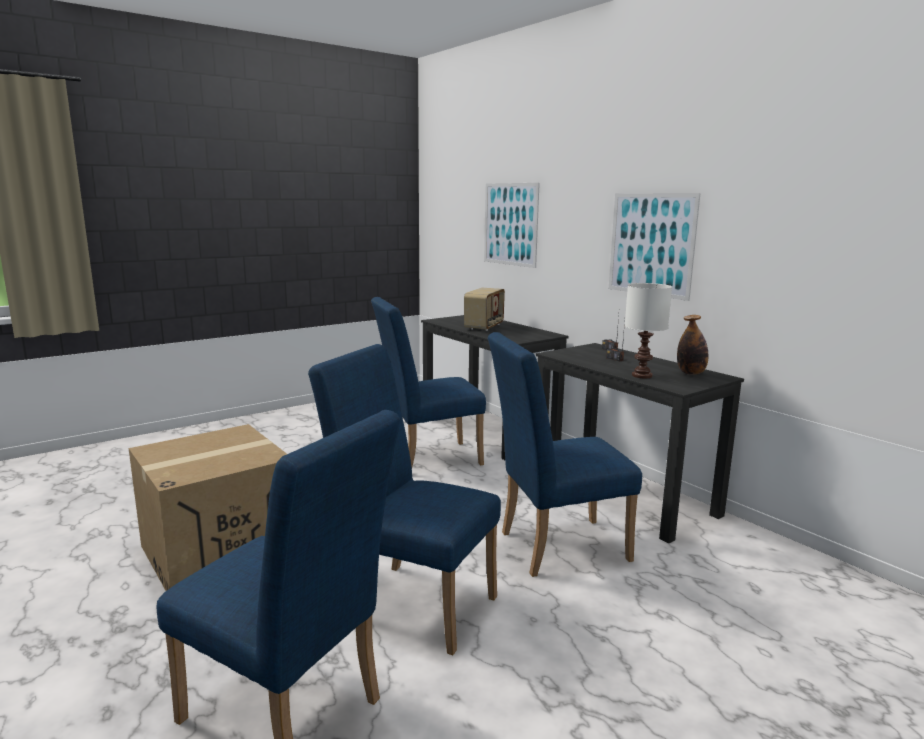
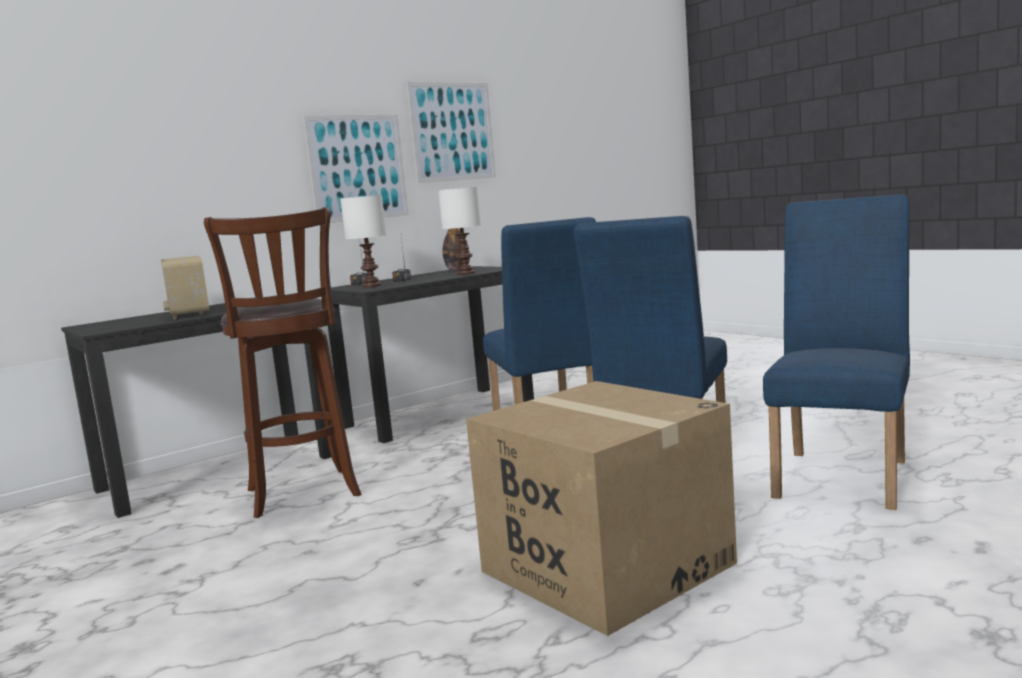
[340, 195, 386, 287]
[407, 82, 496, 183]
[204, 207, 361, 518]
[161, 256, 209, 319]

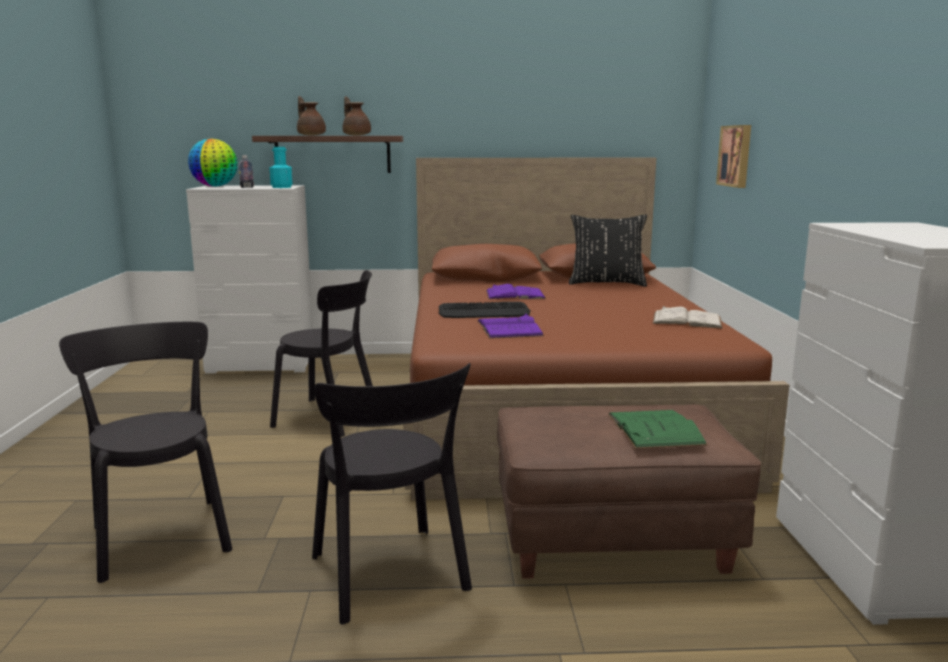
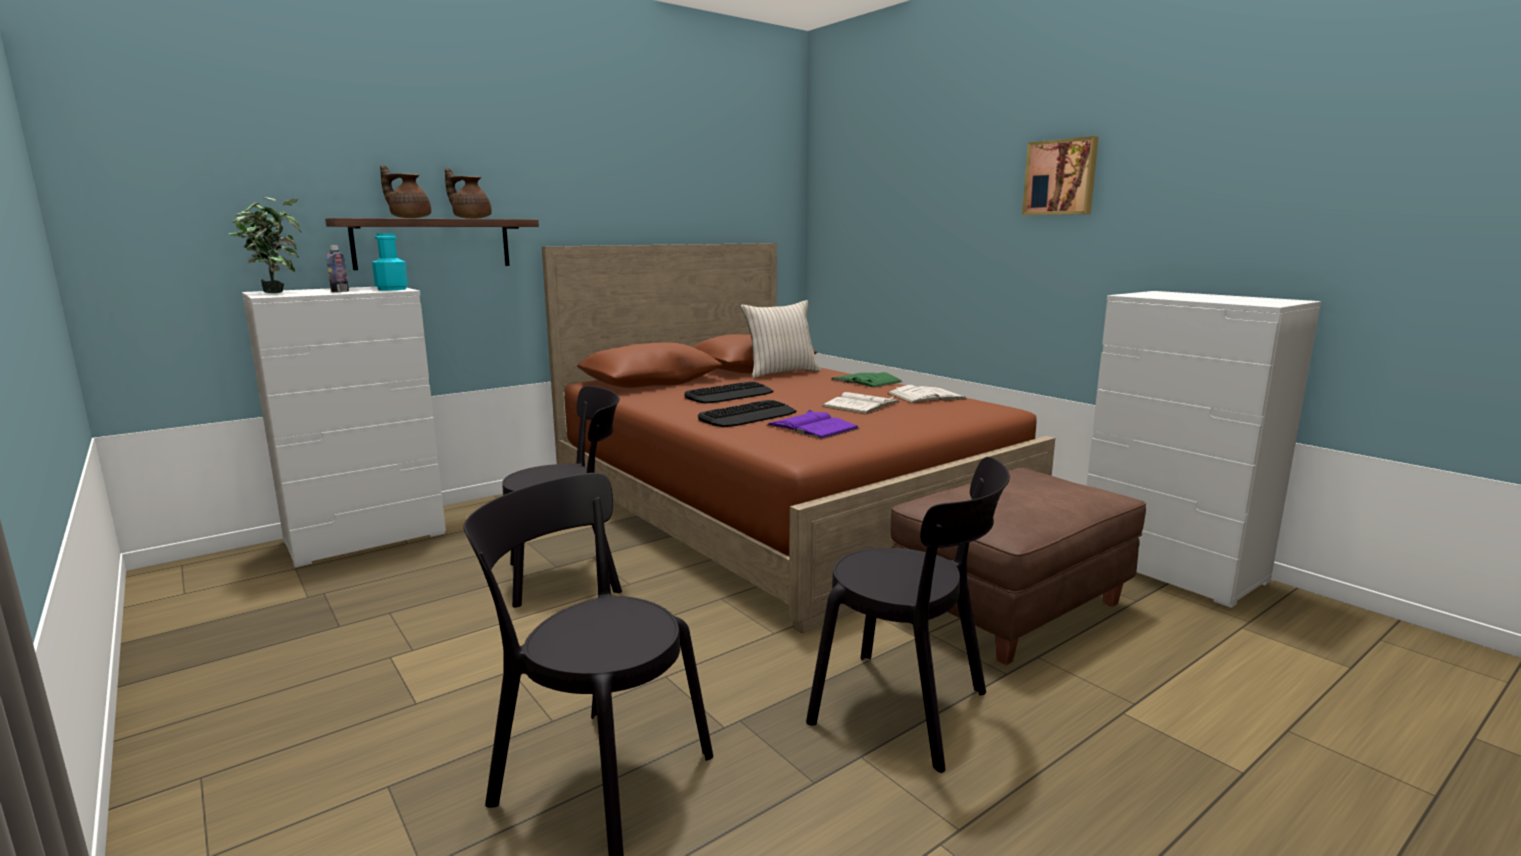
[822, 392, 900, 415]
[830, 372, 902, 388]
[1022, 136, 1099, 215]
[229, 197, 301, 293]
[684, 382, 774, 404]
[741, 300, 821, 378]

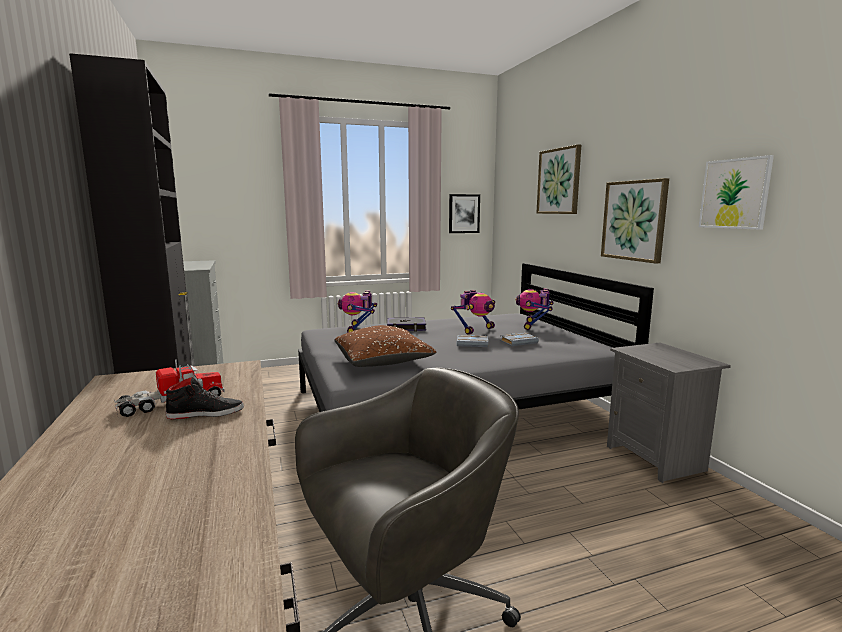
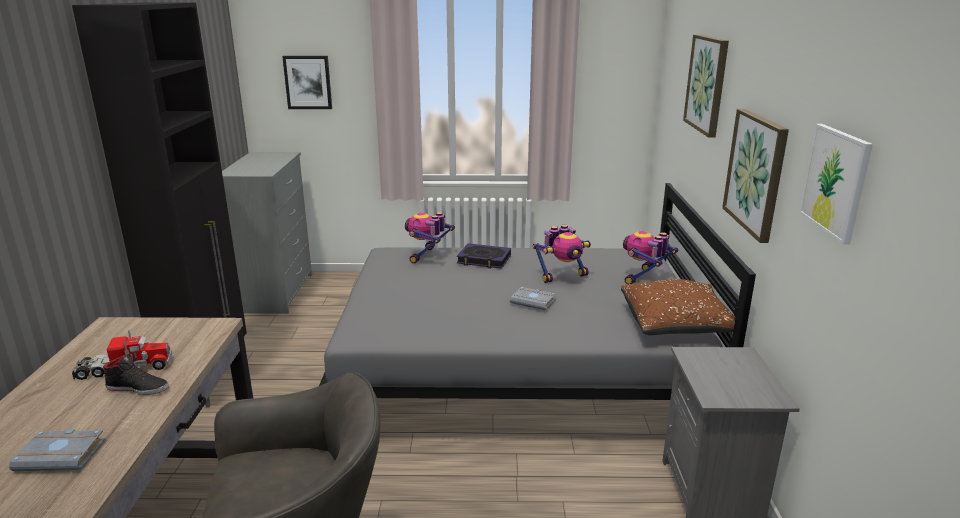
[621, 279, 736, 335]
[282, 56, 332, 109]
[9, 429, 105, 471]

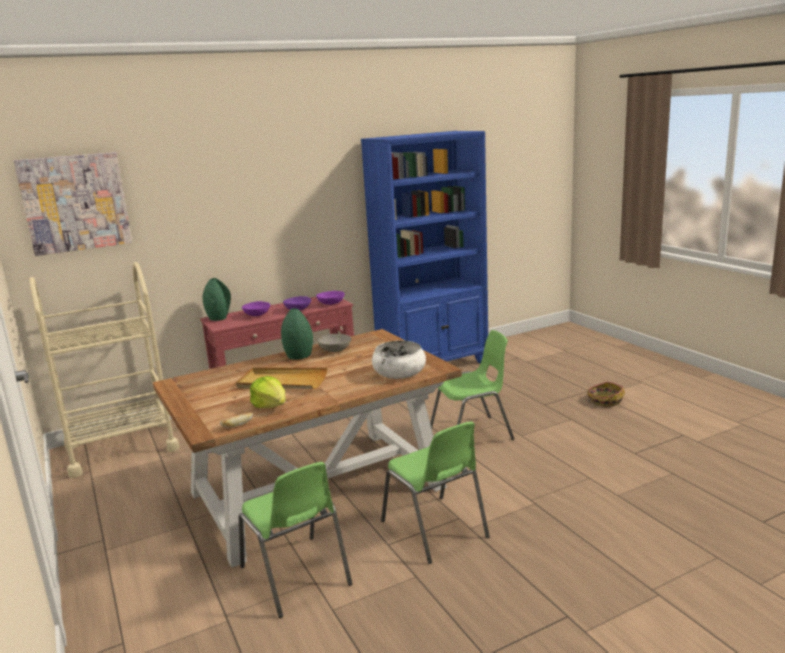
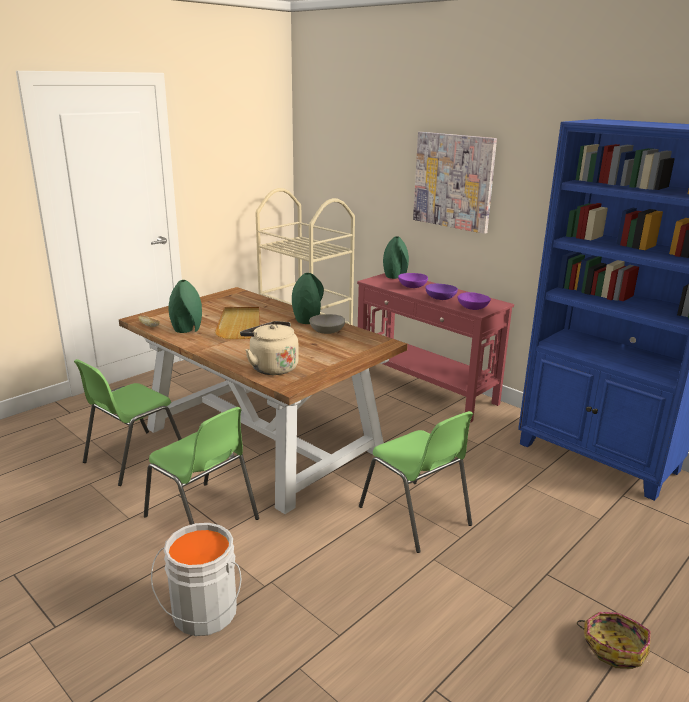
[151, 523, 241, 636]
[413, 132, 497, 234]
[168, 280, 202, 333]
[240, 321, 299, 375]
[144, 407, 259, 525]

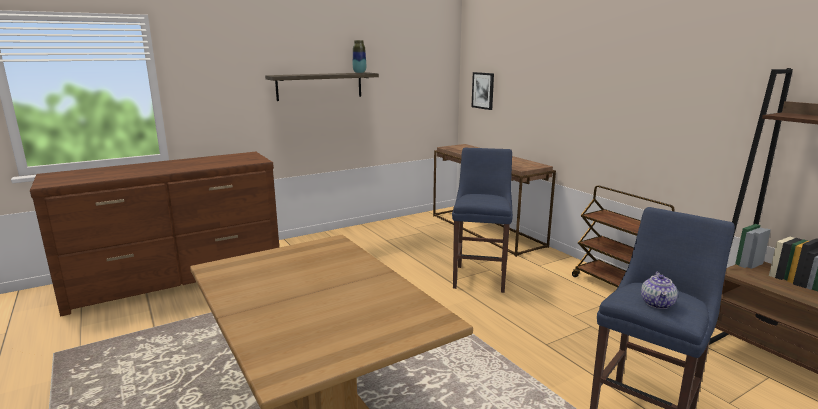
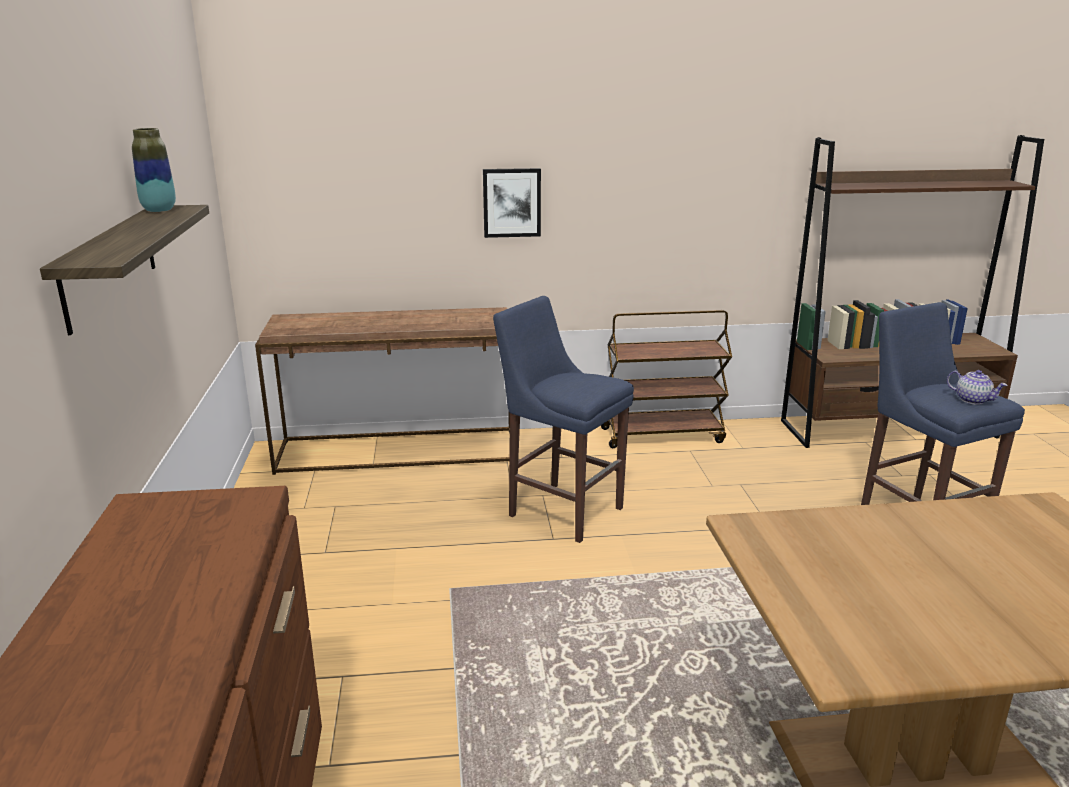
[483, 168, 541, 238]

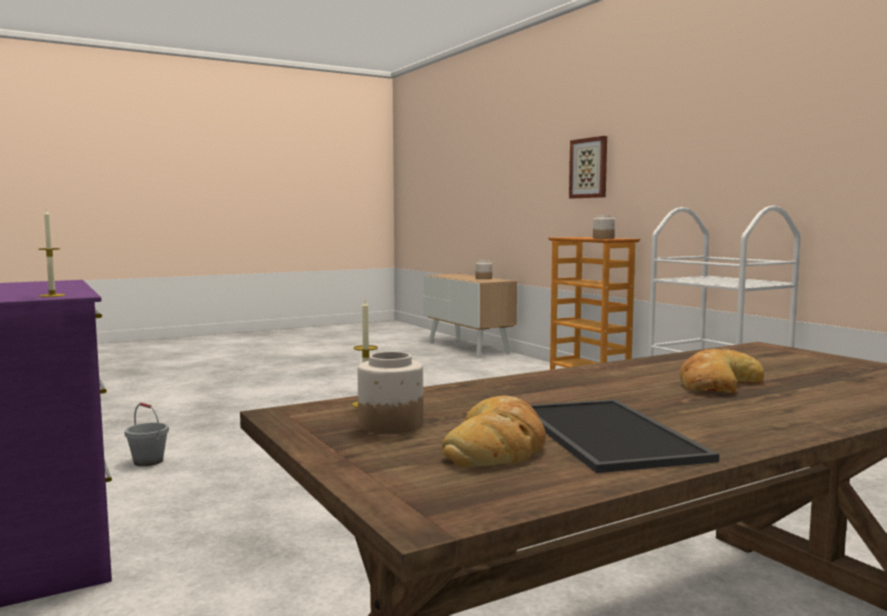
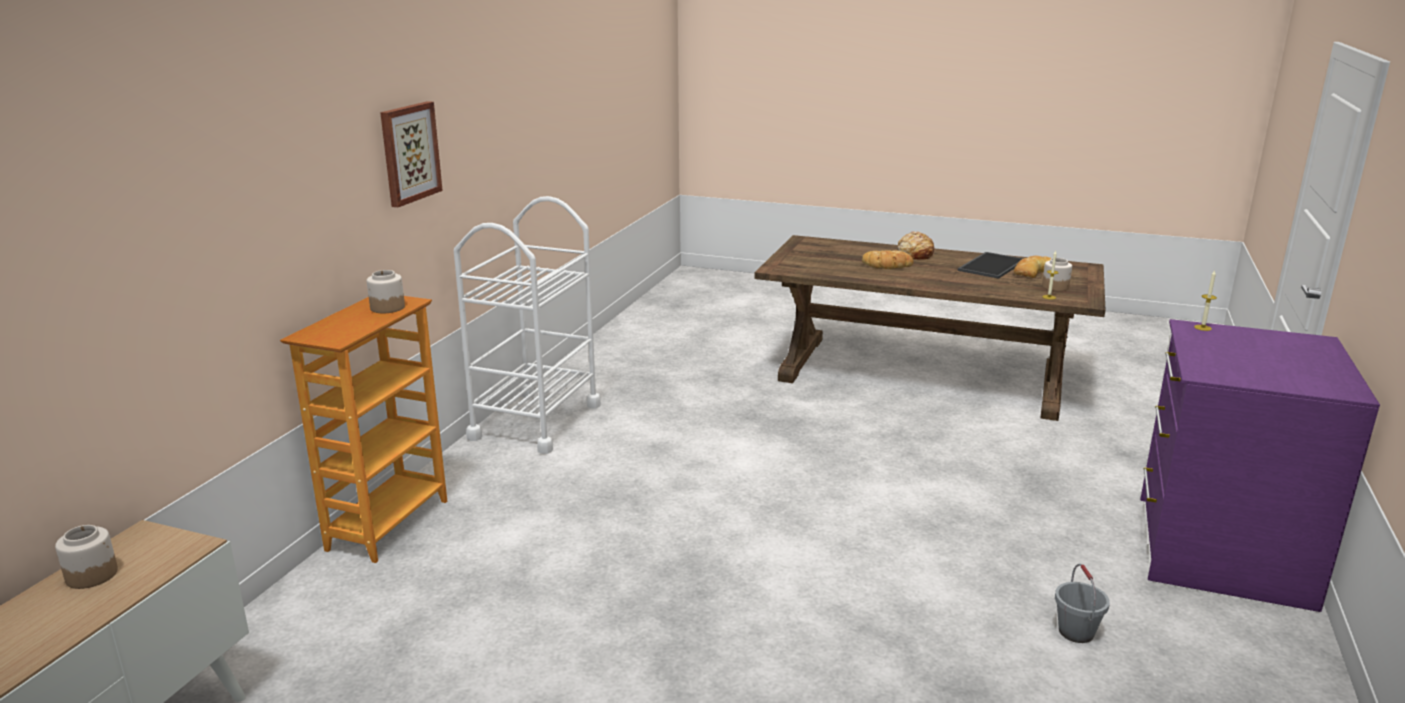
[898, 232, 934, 260]
[380, 101, 443, 207]

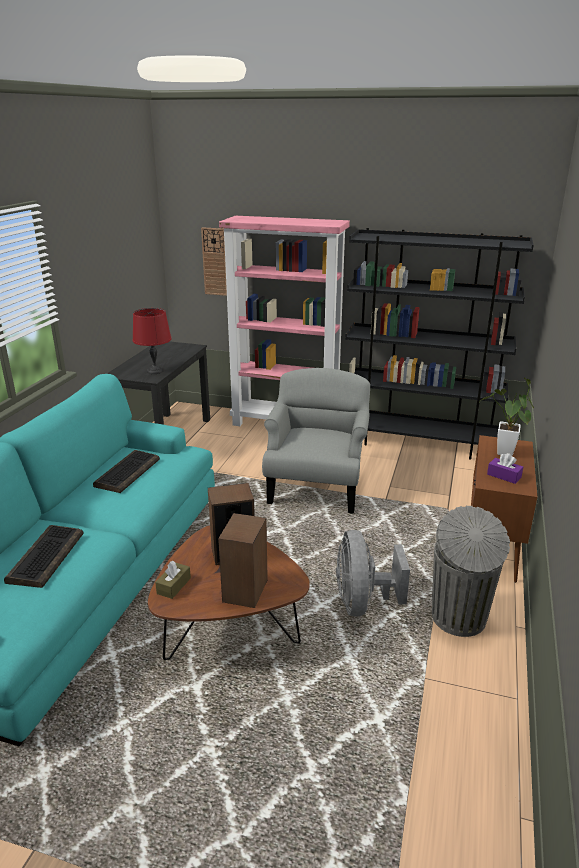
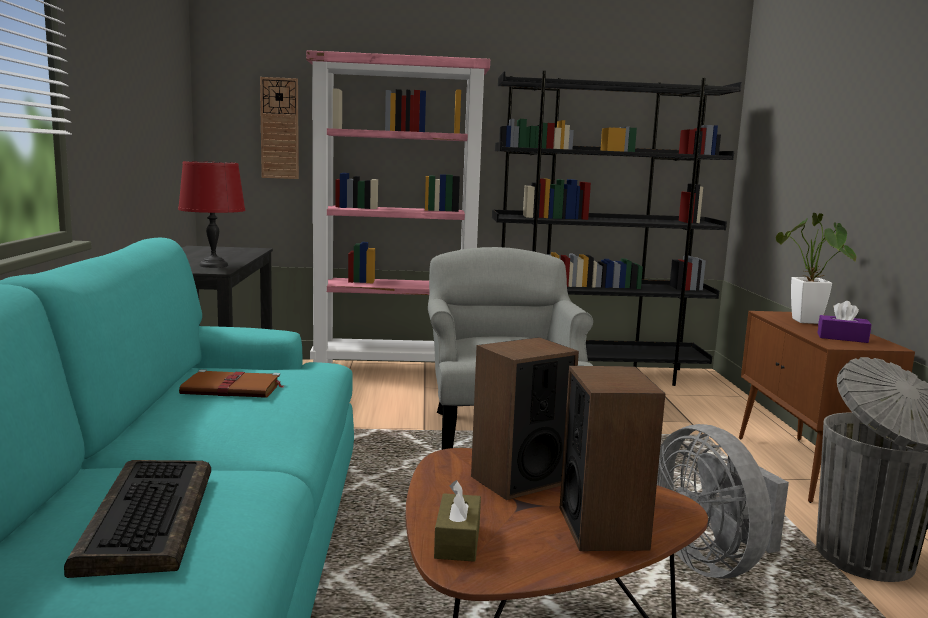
[179, 370, 285, 398]

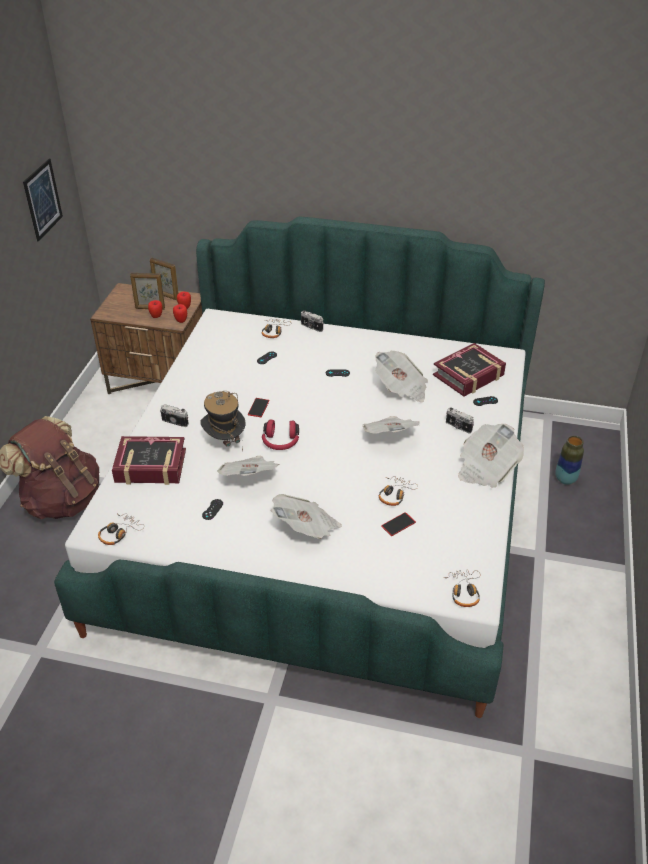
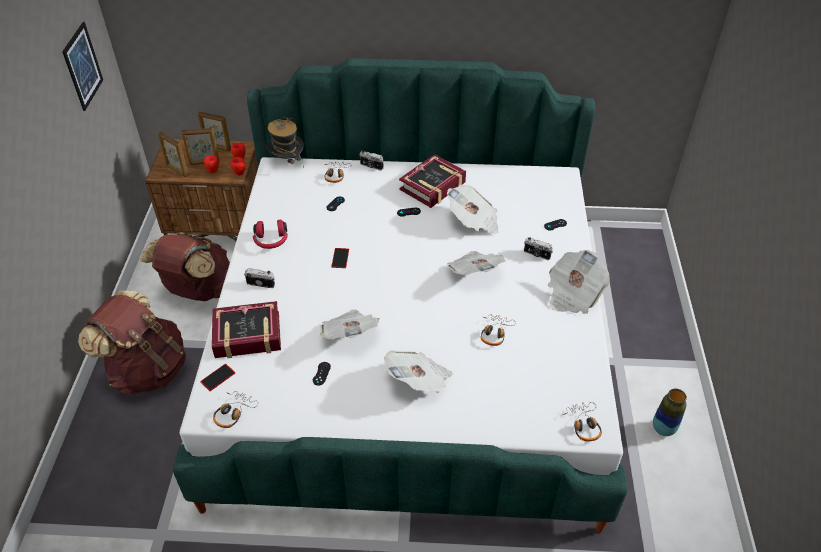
[140, 232, 230, 301]
[158, 132, 189, 178]
[265, 117, 304, 168]
[253, 220, 288, 249]
[200, 364, 235, 391]
[399, 154, 466, 208]
[653, 389, 687, 436]

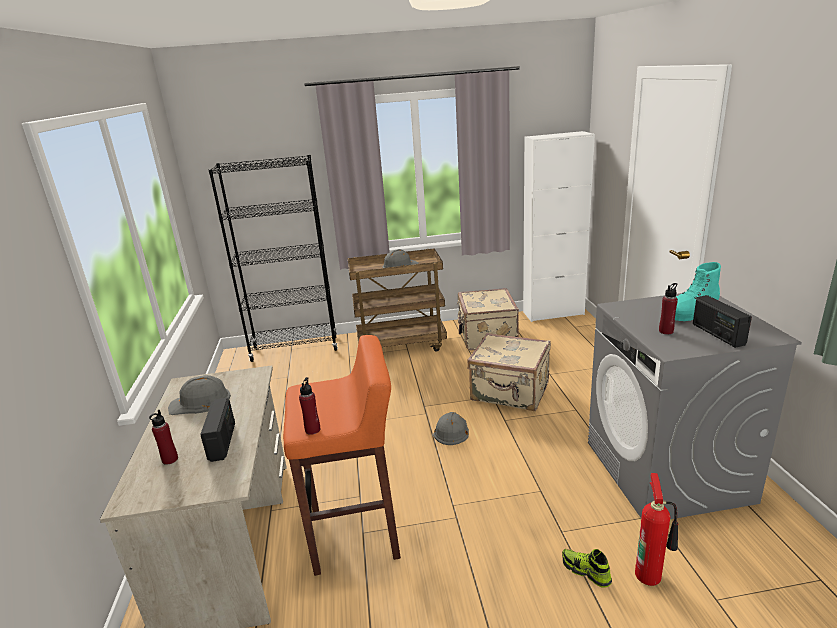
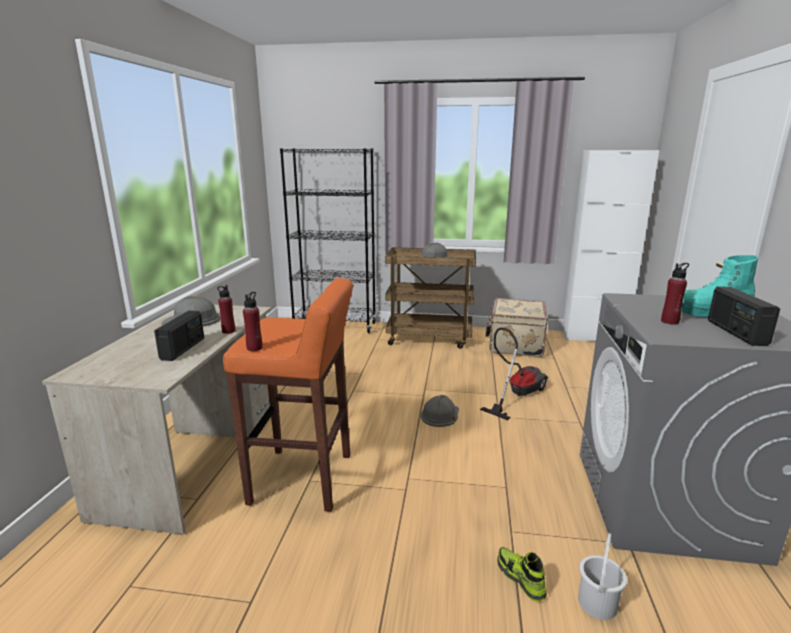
[217, 285, 235, 334]
[480, 327, 548, 420]
[578, 533, 627, 620]

